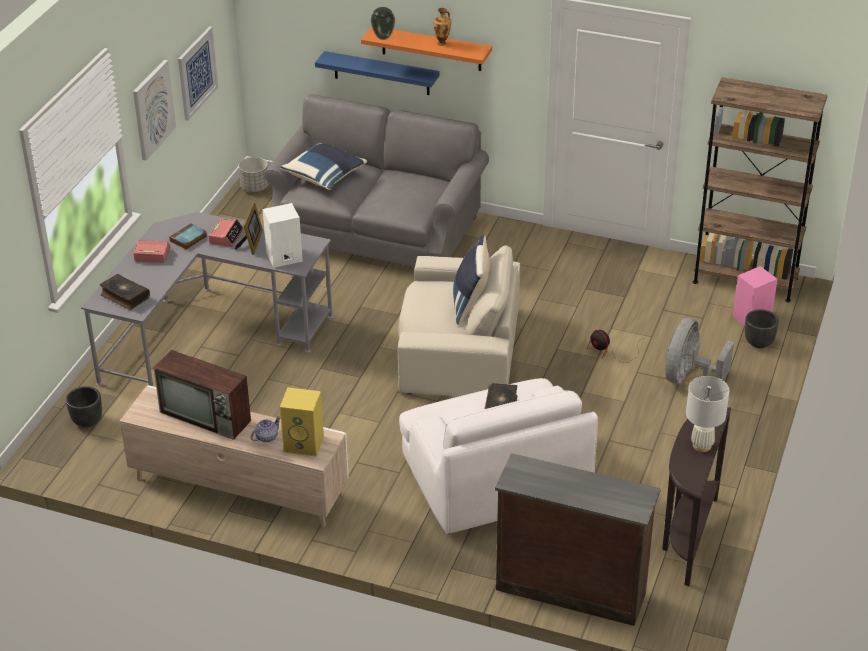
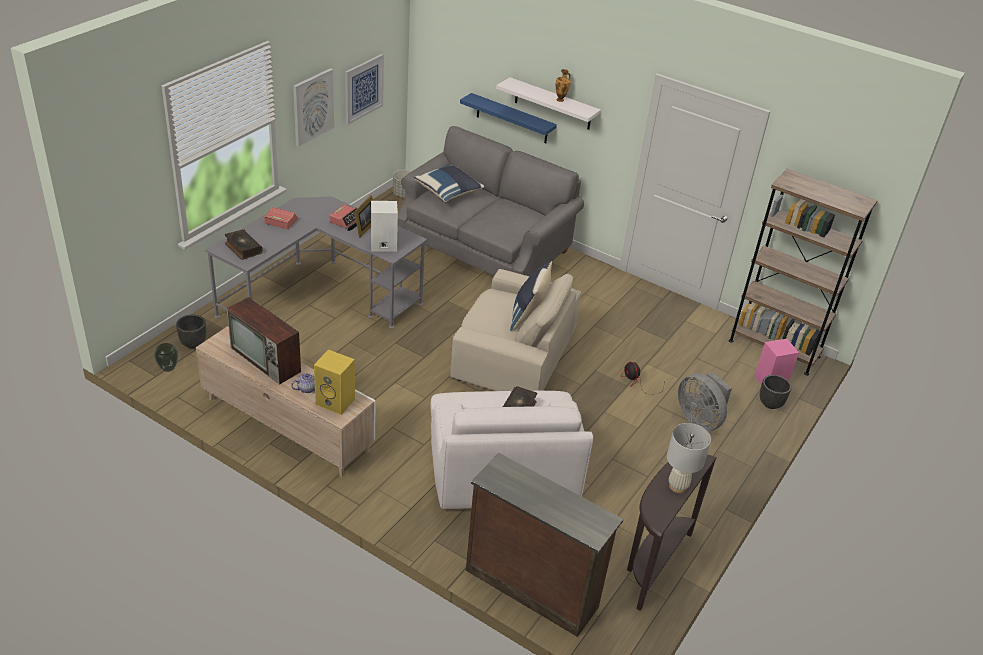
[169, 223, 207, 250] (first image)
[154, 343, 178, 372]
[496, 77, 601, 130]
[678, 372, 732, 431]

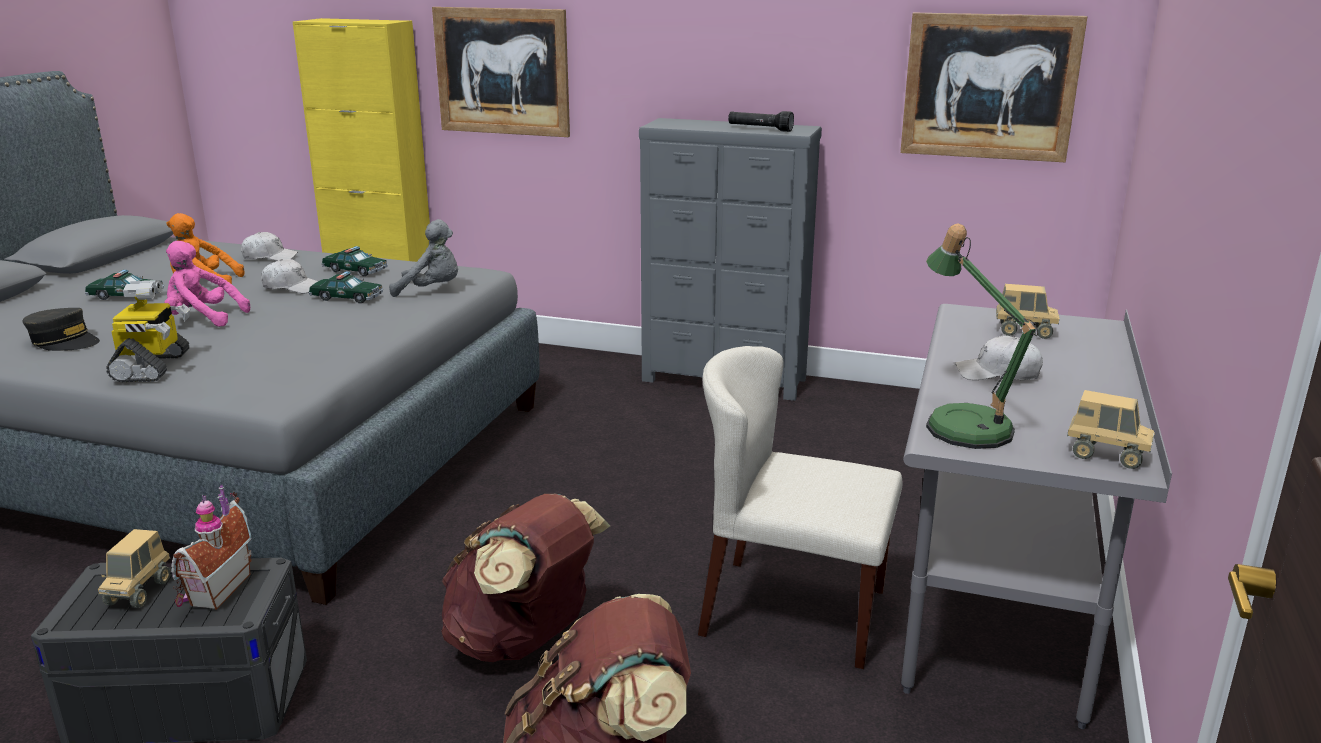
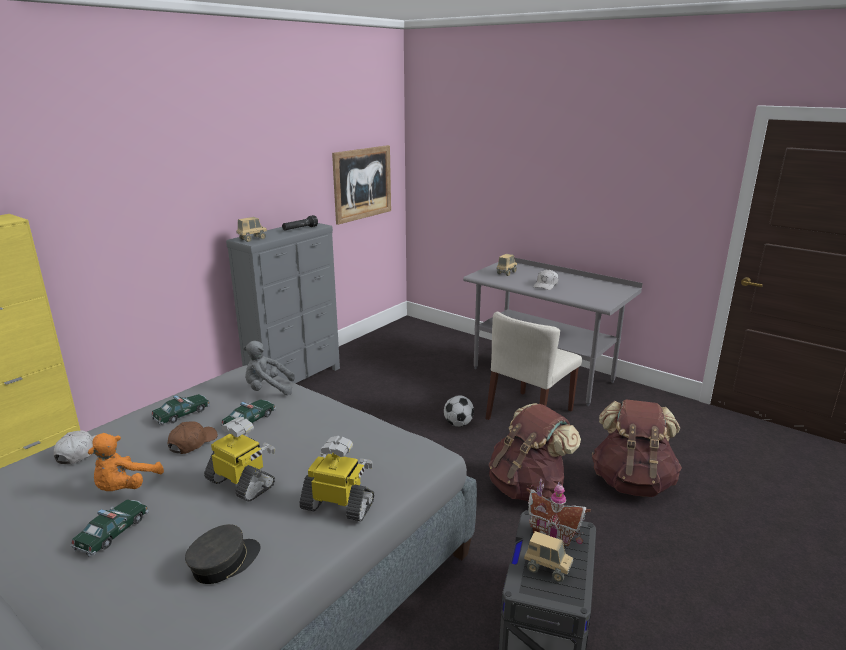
[432, 7, 570, 137] (first image)
[926, 223, 1038, 449] (first image)
[444, 395, 474, 427]
[236, 217, 267, 242]
[204, 417, 275, 502]
[168, 422, 218, 454]
[243, 341, 295, 395]

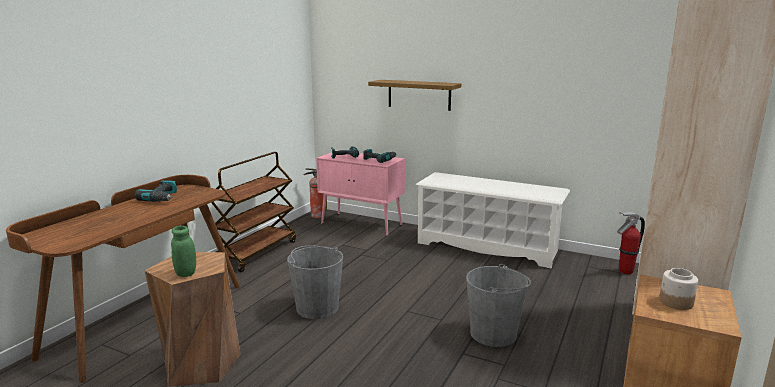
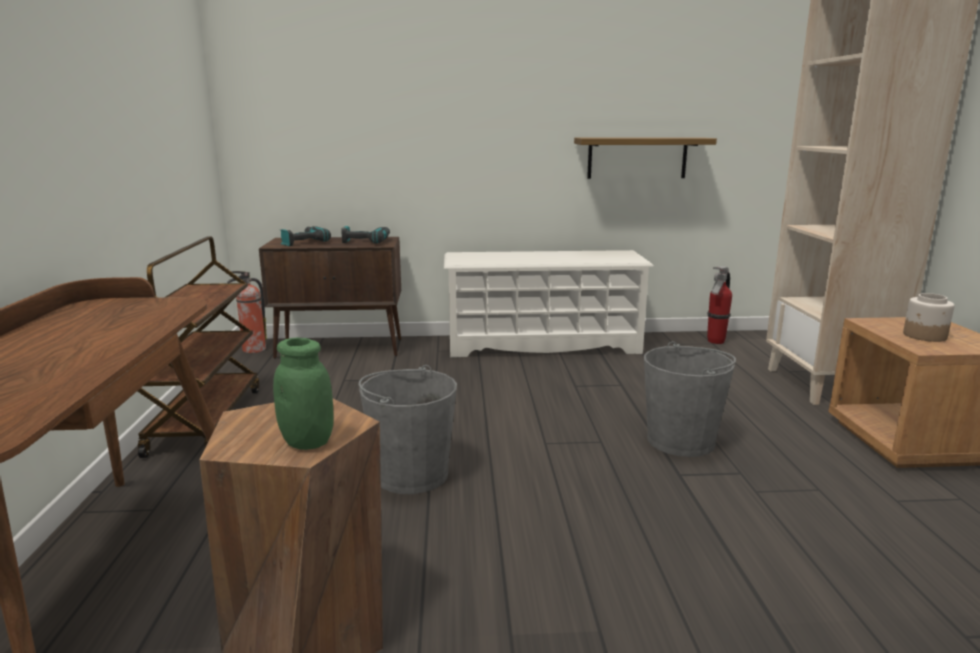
[134, 180, 177, 202] (first image)
[574, 137, 717, 179]
[259, 237, 401, 359]

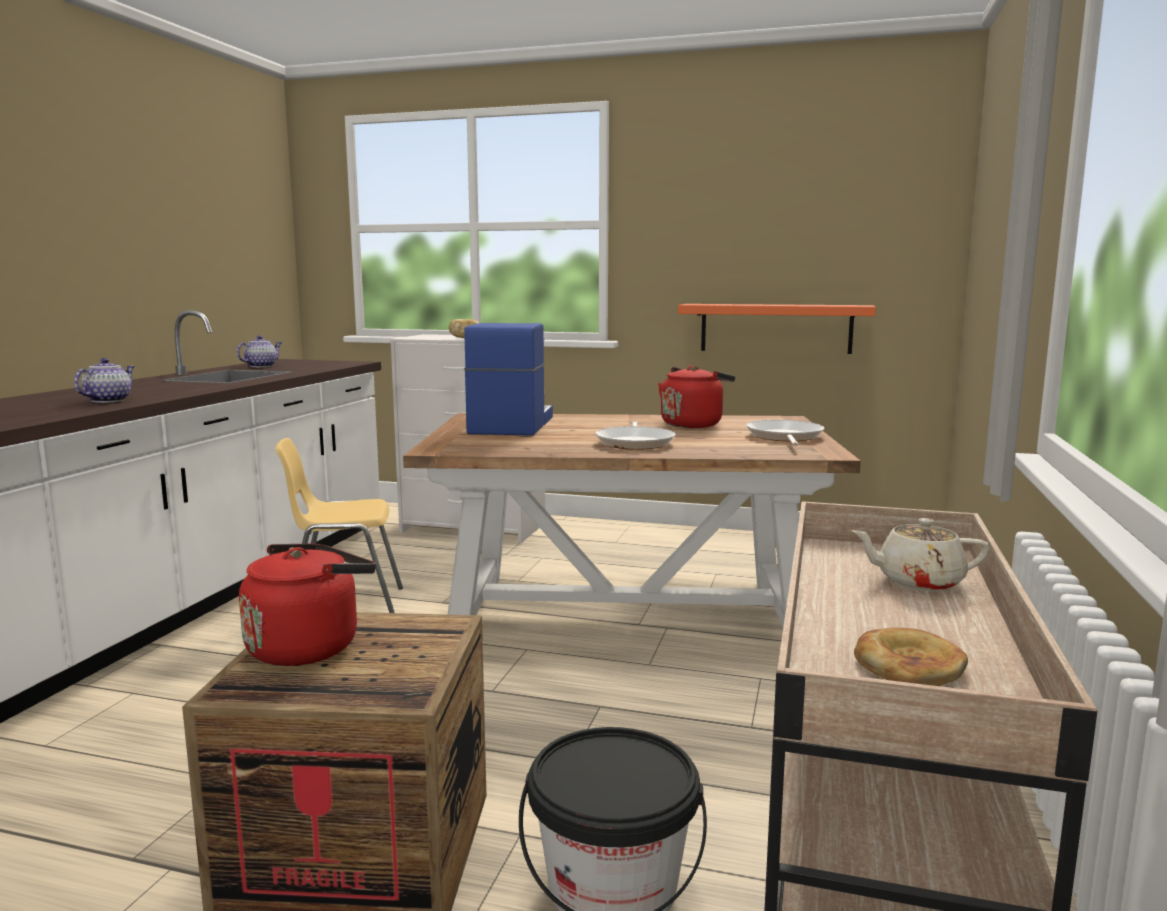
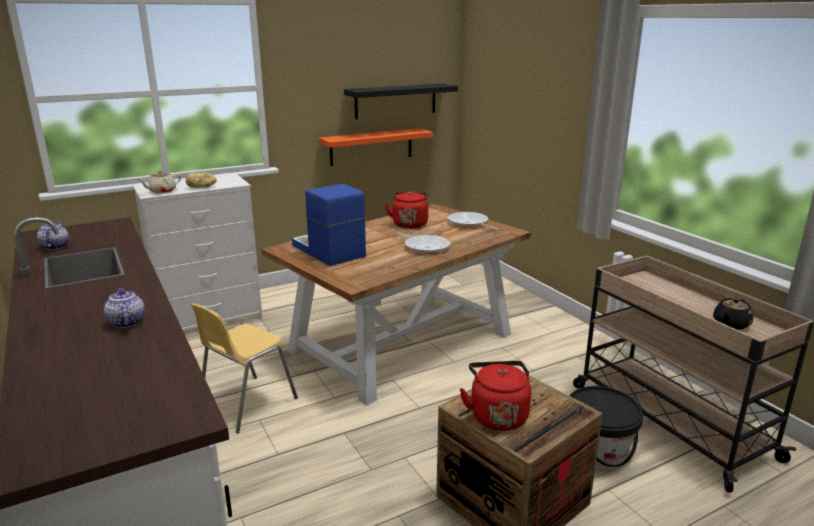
[344, 84, 458, 119]
[138, 171, 181, 193]
[713, 298, 753, 330]

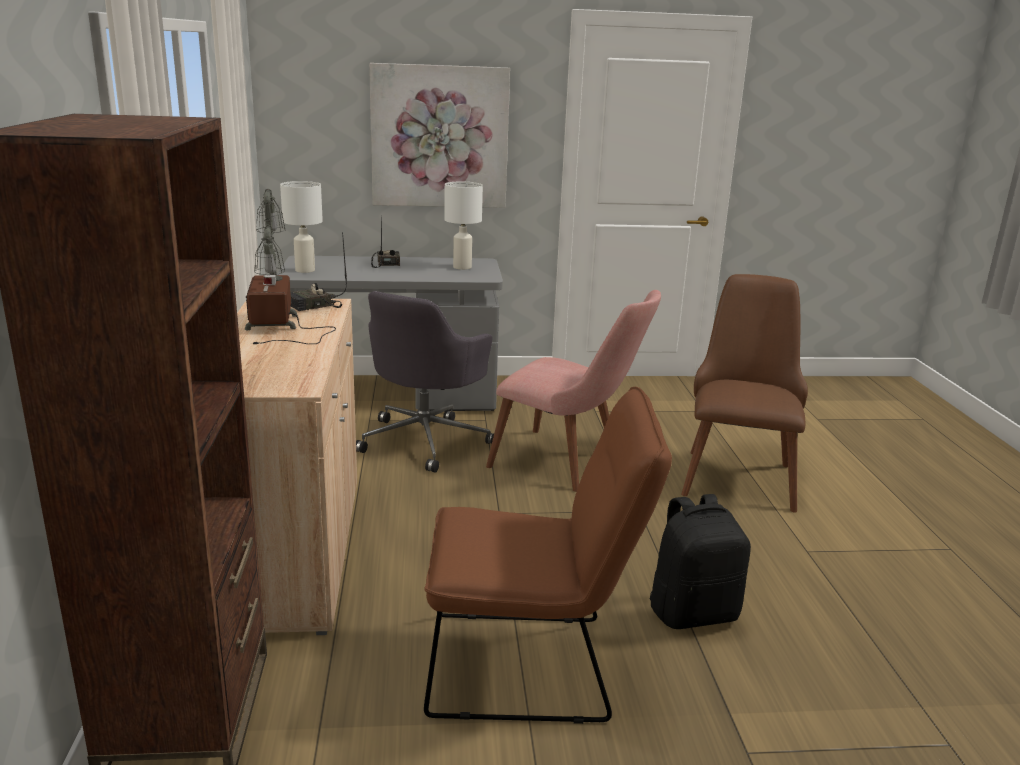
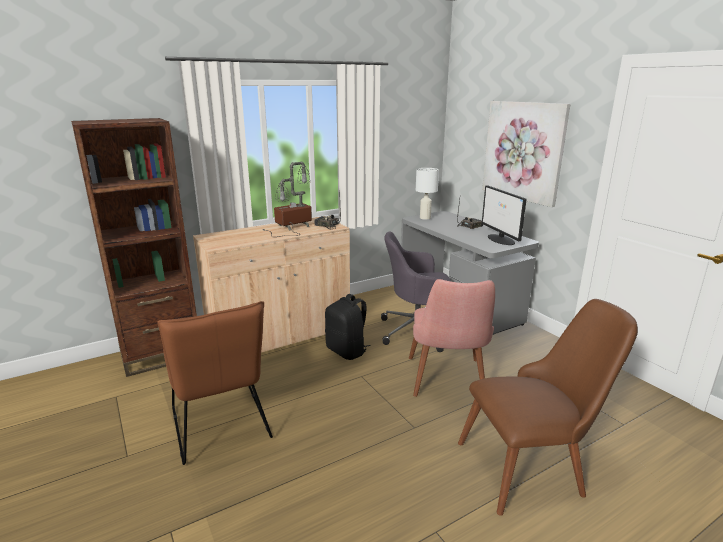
[325, 294, 371, 360]
[482, 185, 527, 245]

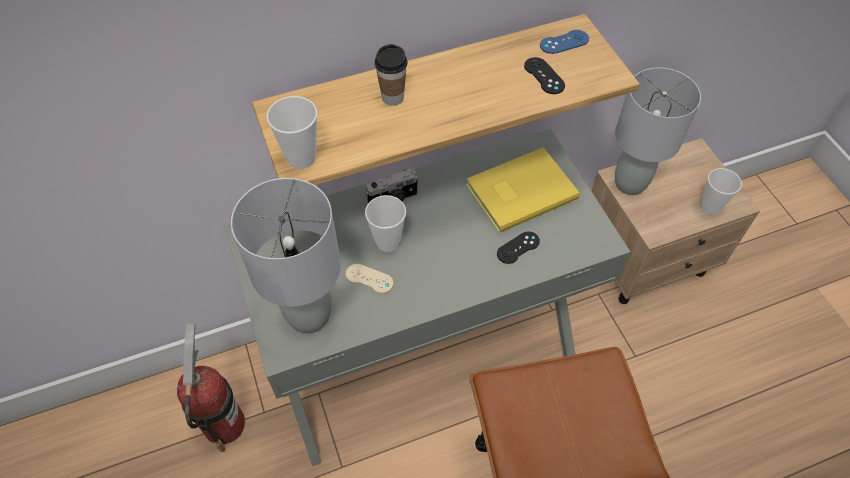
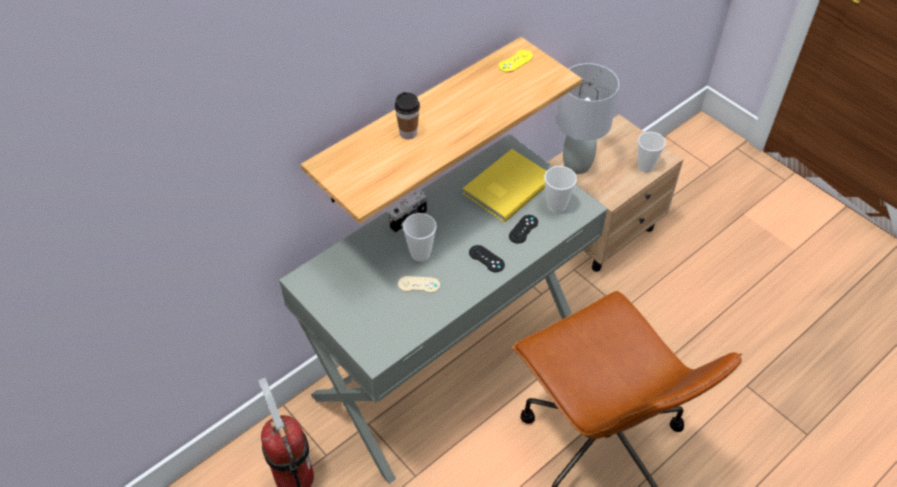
[231, 178, 341, 333] (first image)
[544, 166, 577, 213]
[469, 245, 505, 272]
[499, 50, 533, 73]

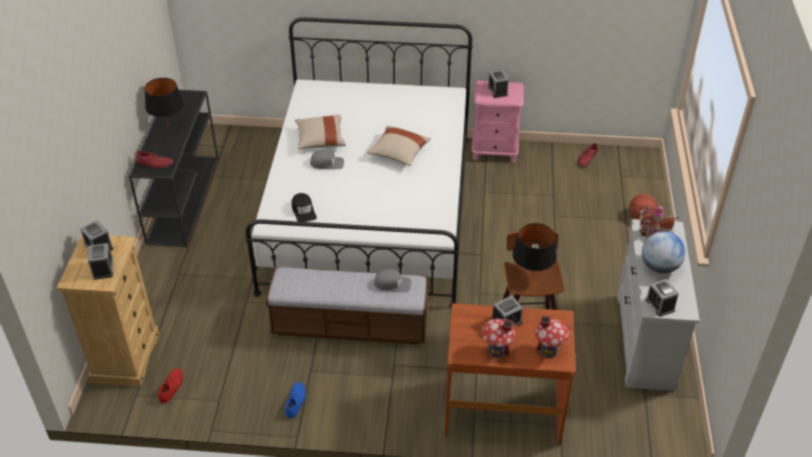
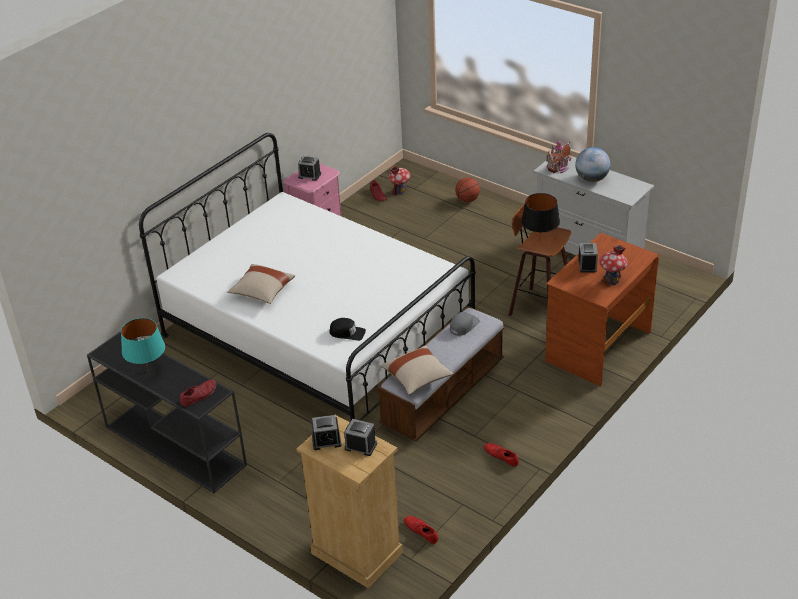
[310, 150, 344, 169] (first image)
[645, 279, 679, 317] (first image)
[381, 345, 454, 395]
[388, 166, 410, 195]
[121, 318, 165, 371]
[484, 443, 519, 467]

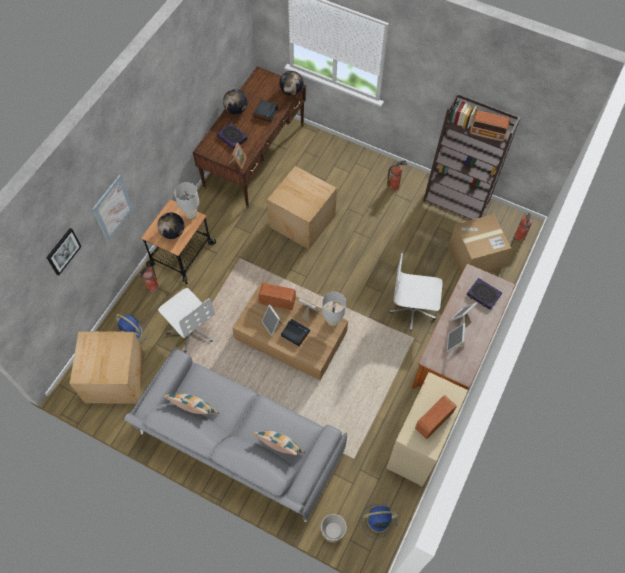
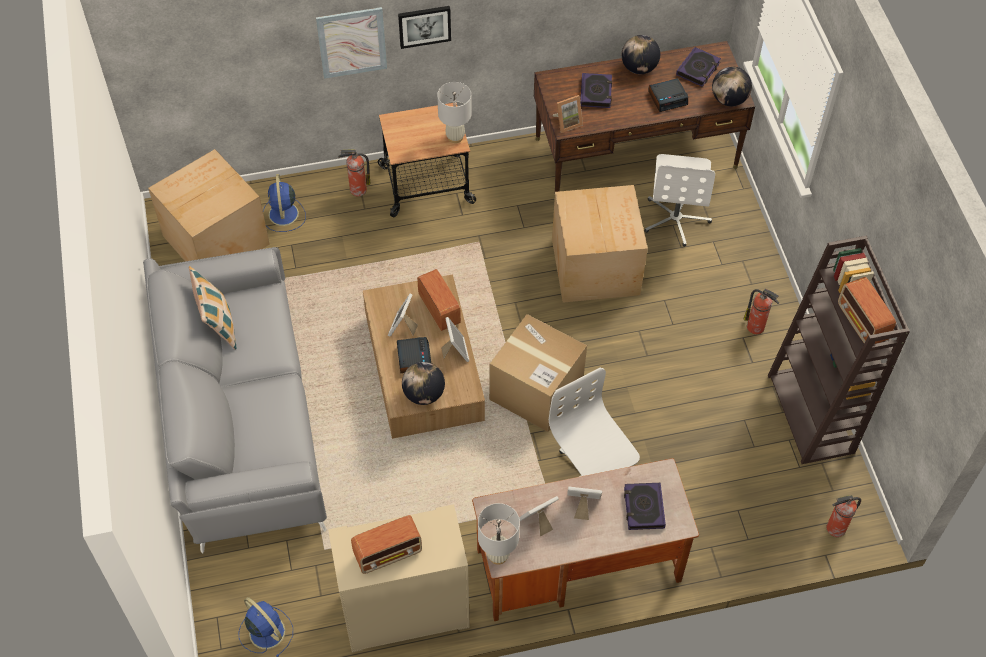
[252, 430, 305, 455] (first image)
[321, 514, 347, 543] (first image)
[676, 47, 721, 87]
[398, 6, 451, 49]
[402, 362, 445, 405]
[645, 154, 715, 247]
[478, 503, 520, 565]
[489, 314, 587, 432]
[351, 515, 422, 574]

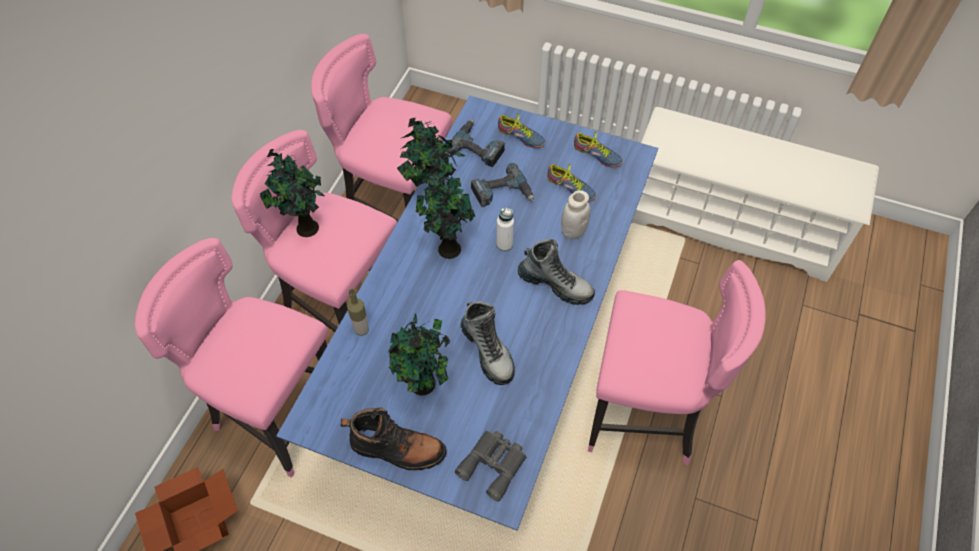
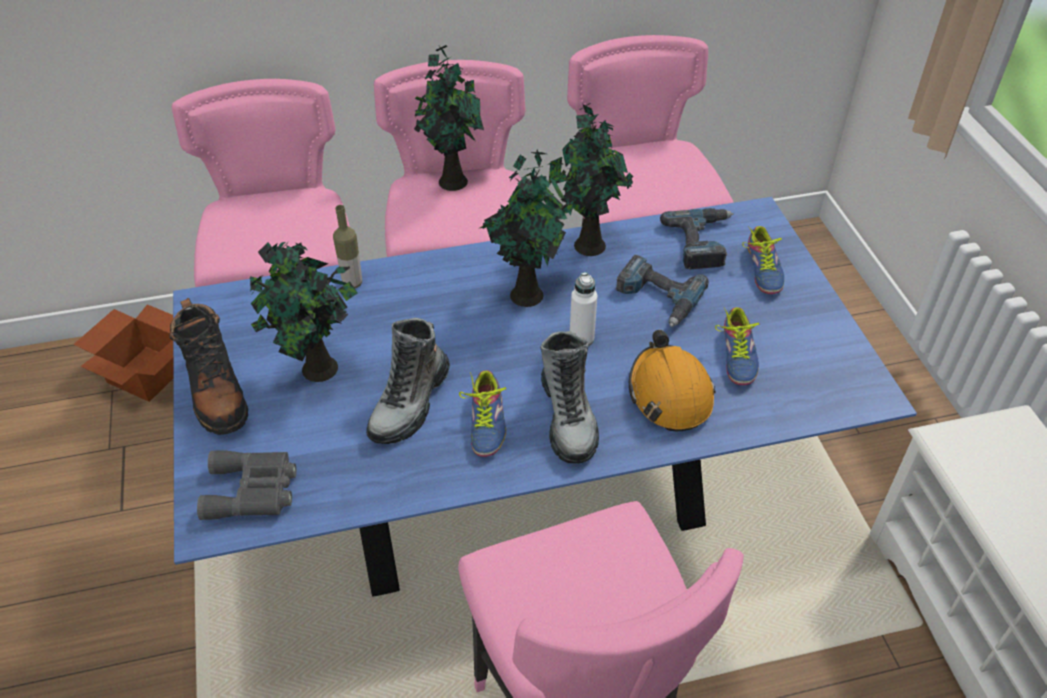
[459, 370, 506, 457]
[629, 330, 715, 431]

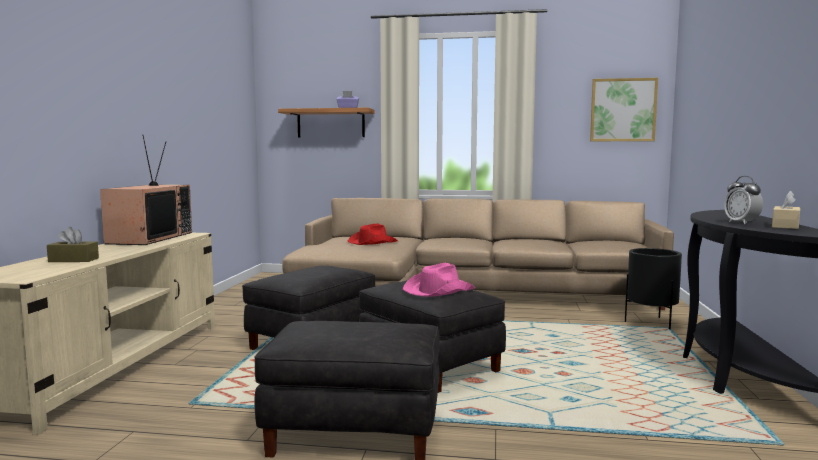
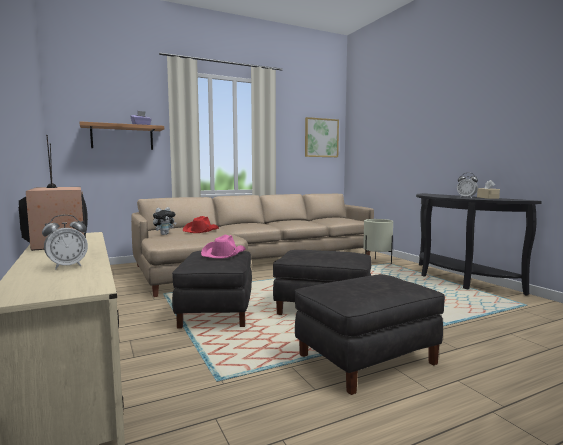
[153, 207, 177, 235]
[201, 234, 246, 259]
[42, 215, 88, 269]
[363, 219, 393, 264]

